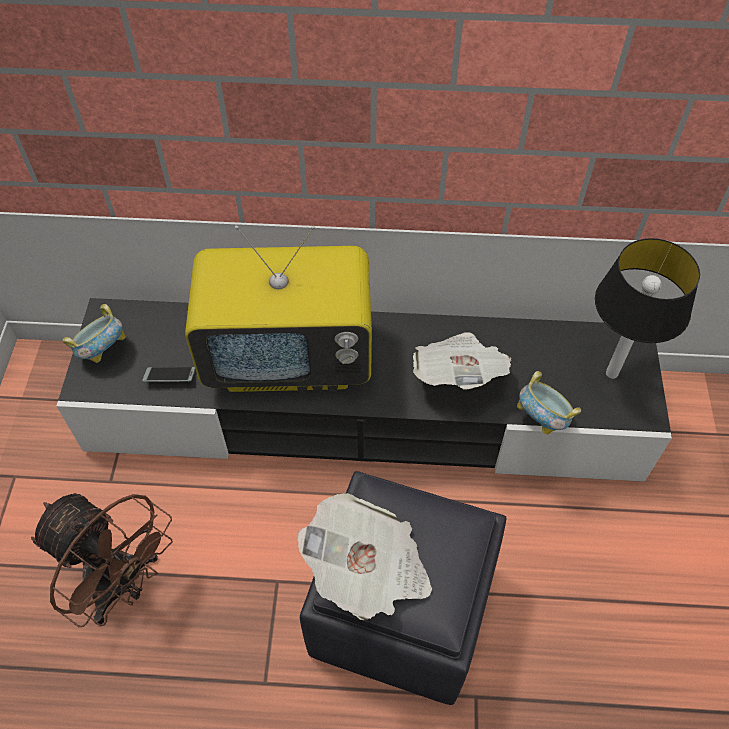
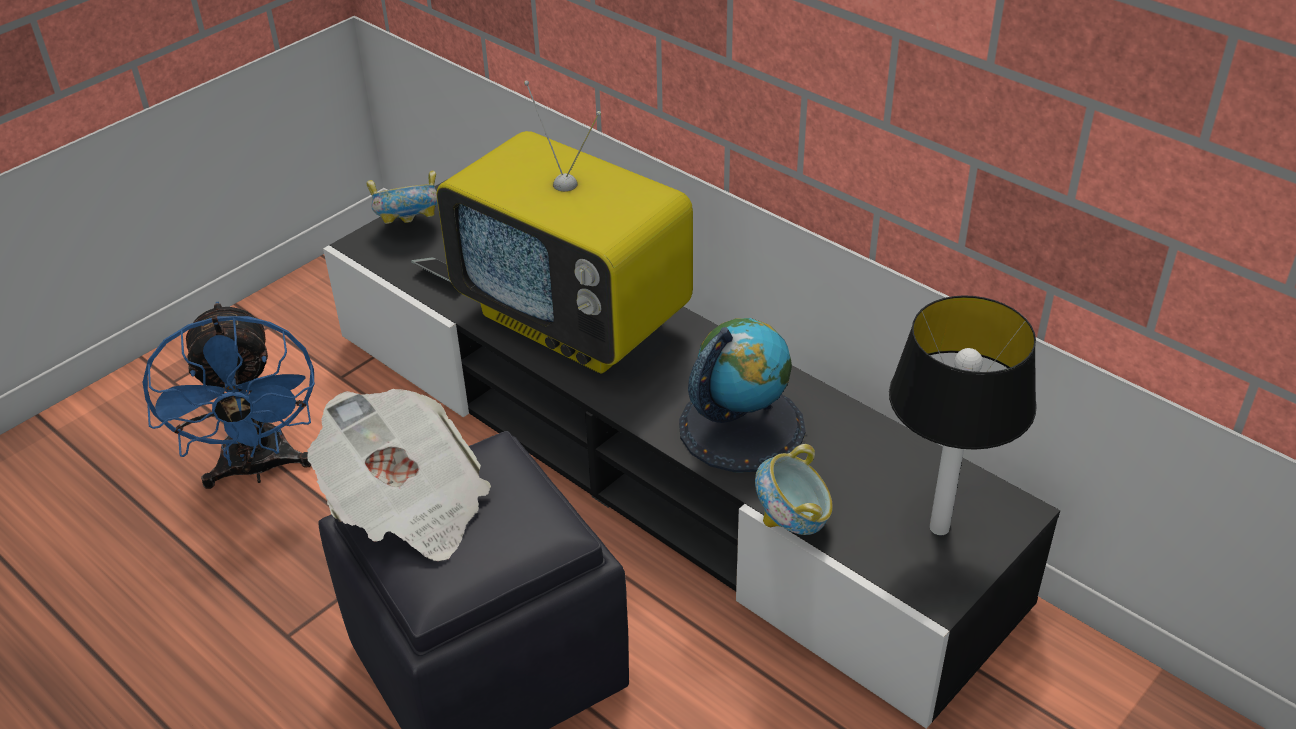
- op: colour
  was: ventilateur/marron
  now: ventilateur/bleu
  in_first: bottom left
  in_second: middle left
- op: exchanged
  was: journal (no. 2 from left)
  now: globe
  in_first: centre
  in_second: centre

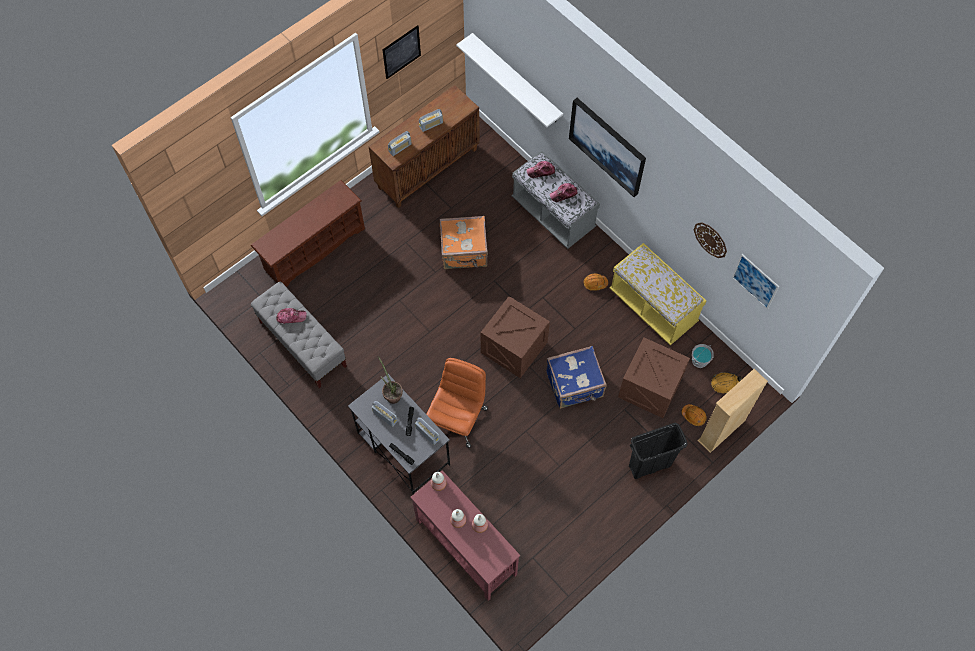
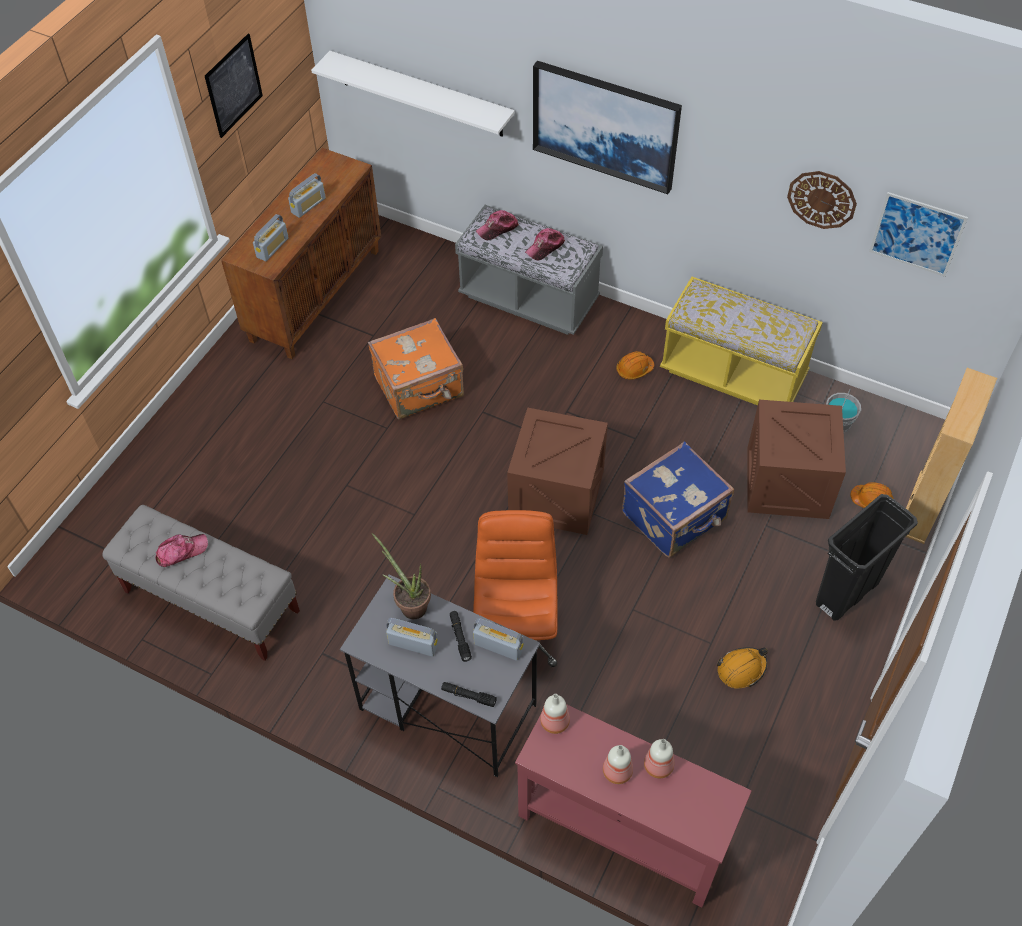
- op: relocated
  was: casque de chantier/orange (no. 3 from left in the first image)
  now: casque de chantier/orange (no. 2 from left)
  in_first: middle right
  in_second: bottom right
- op: missing
  was: étagère à chaussures/marron
  in_first: middle left

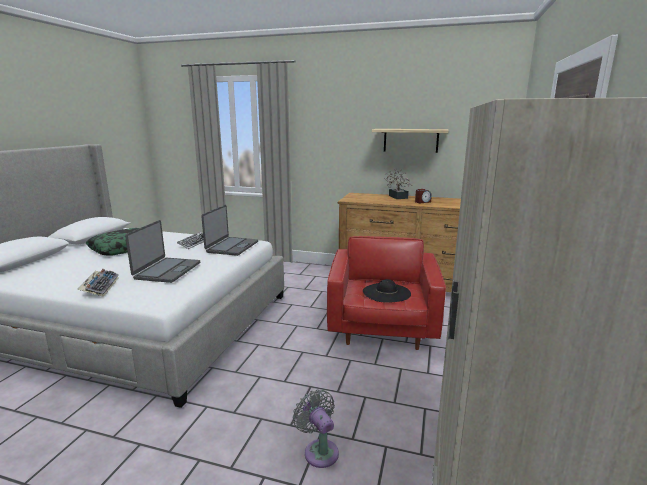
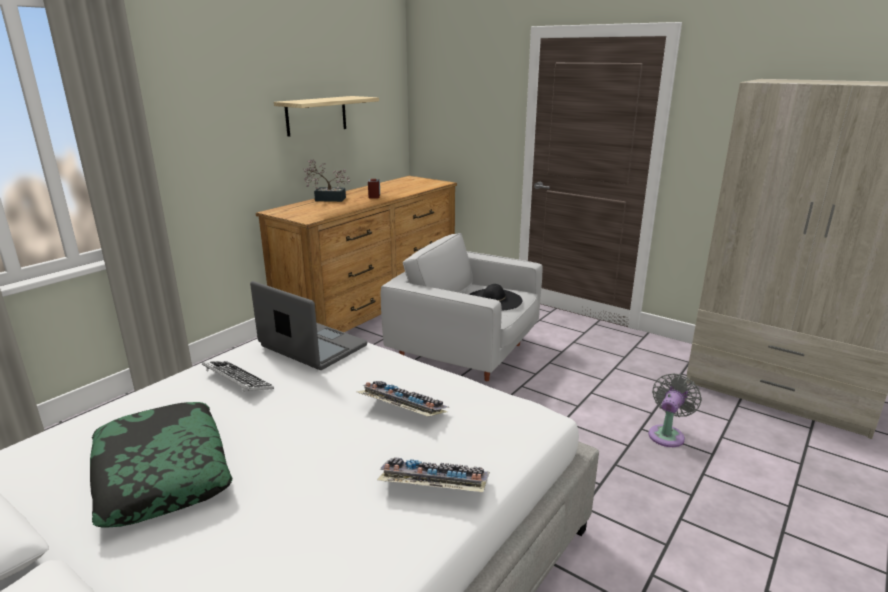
- op: exchanged
  was: ordinateur portable (no. 1 from left)
  now: clavier (no. 2 from left)
  in_first: middle left
  in_second: bottom centre
- op: colour
  was: fauteuil/rouge
  now: fauteuil/blanc
  in_first: centre
  in_second: centre
- op: spun
  was: ventilateur/gris
  in_first: bottom centre
  in_second: bottom right
  clockwise: 135

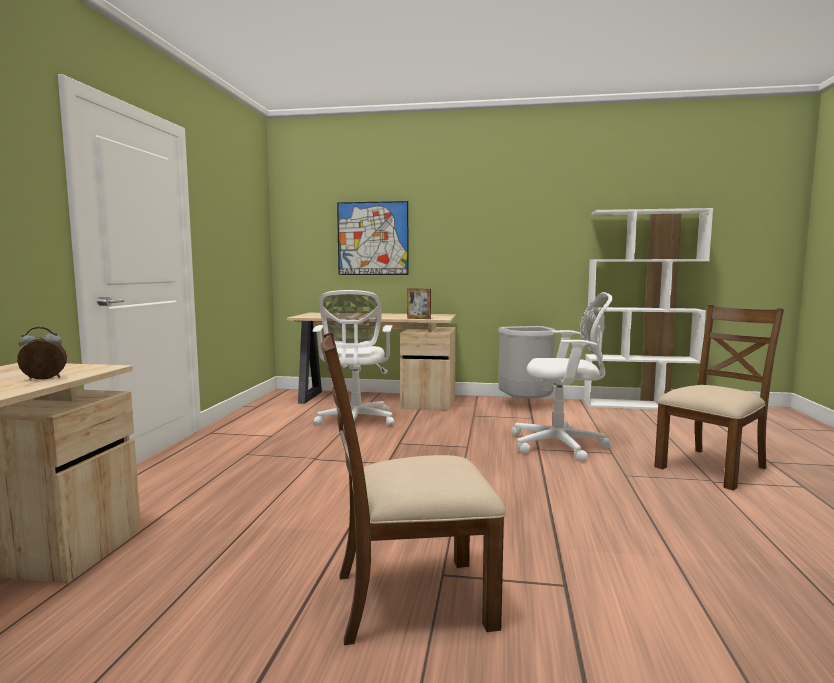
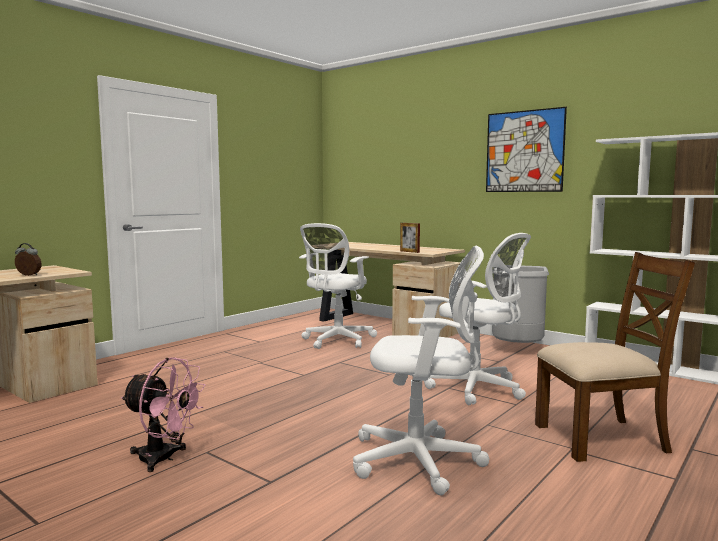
- op: exchanged
  was: chaise/marron (no. 1 from left)
  now: ventilateur/rose
  in_first: bottom centre
  in_second: bottom left
- op: appeared
  now: chaise de bureau/blanc (no. 2 from left)
  in_second: bottom centre
- op: relocated
  was: tableau
  in_first: centre
  in_second: top right

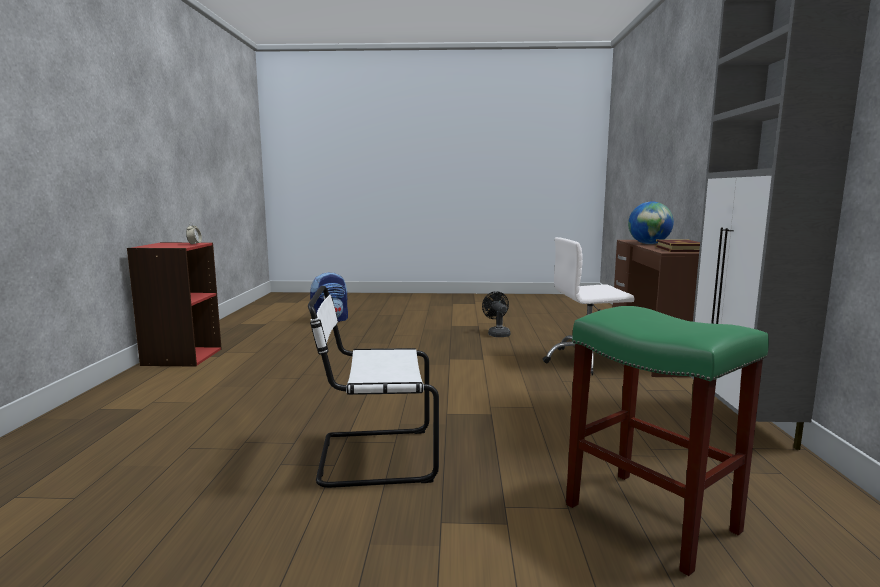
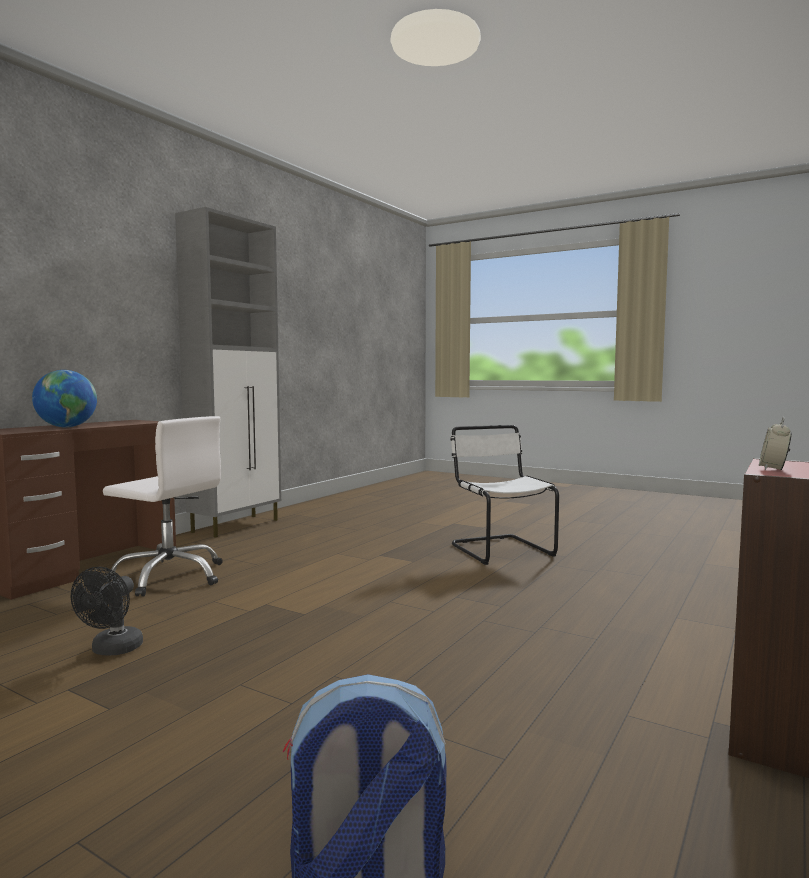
- op: spun
  was: chaise/blanc
  in_first: centre
  in_second: centre
  clockwise: -135
- op: missing
  was: tabouret/vert
  in_first: bottom right
- op: missing
  was: livre
  in_first: middle right

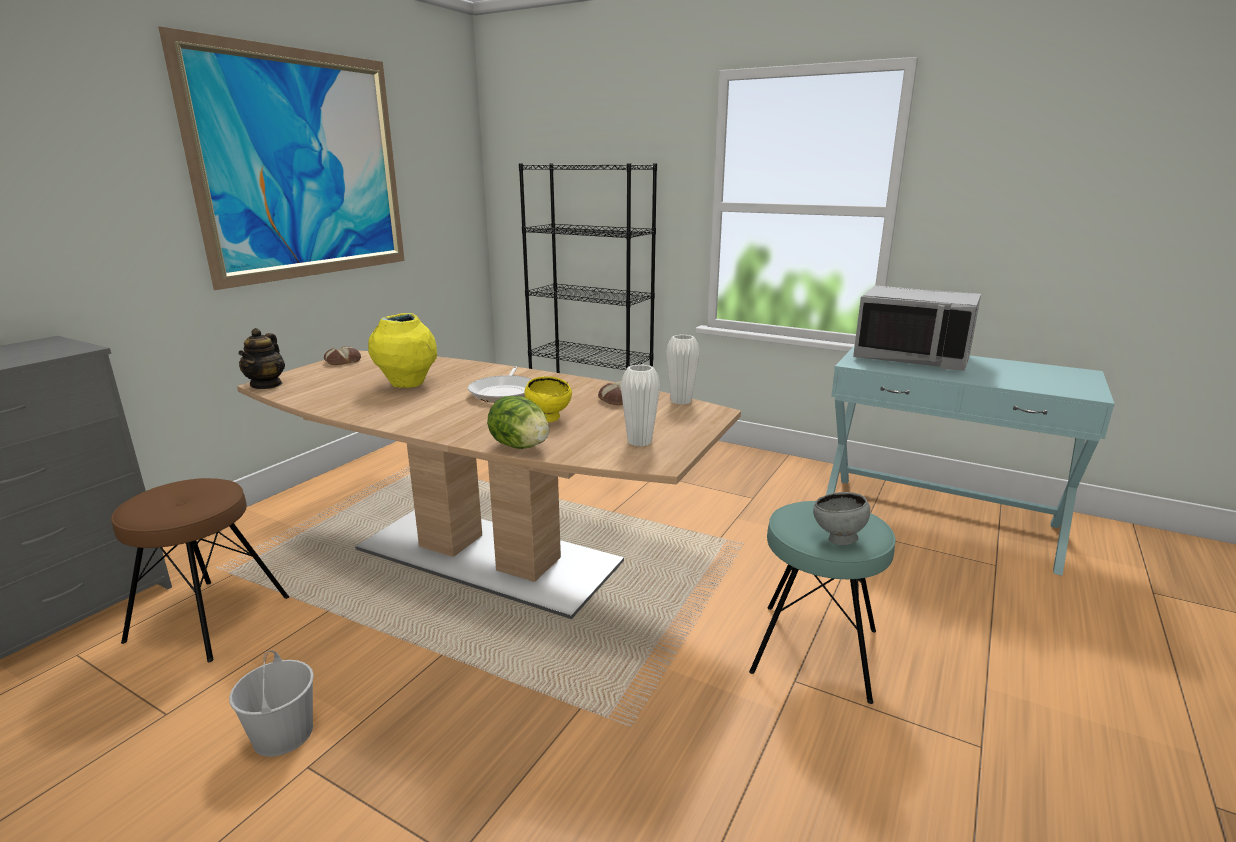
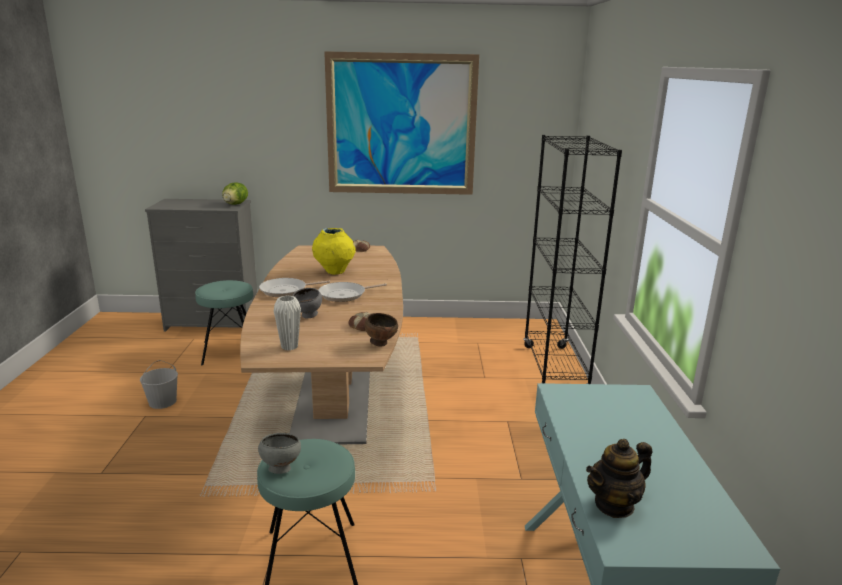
- op: colour
  was: tabouret/marron
  now: tabouret/turquoise (no. 1 from left)
  in_first: bottom left
  in_second: middle left
- op: relocated
  was: laitue
  in_first: centre
  in_second: top left
- op: appeared
  now: poêle (no. 1 from left)
  in_second: centre
- op: colour
  was: bol/jaune
  now: bol/gris (no. 2 from left)
  in_first: centre
  in_second: centre
- op: exchanged
  was: vase/blanc (no. 2 from left)
  now: bol/marron
  in_first: centre
  in_second: centre
- op: relocated
  was: théière
  in_first: middle left
  in_second: bottom right
- op: missing
  was: micro-ondes/gris
  in_first: middle right

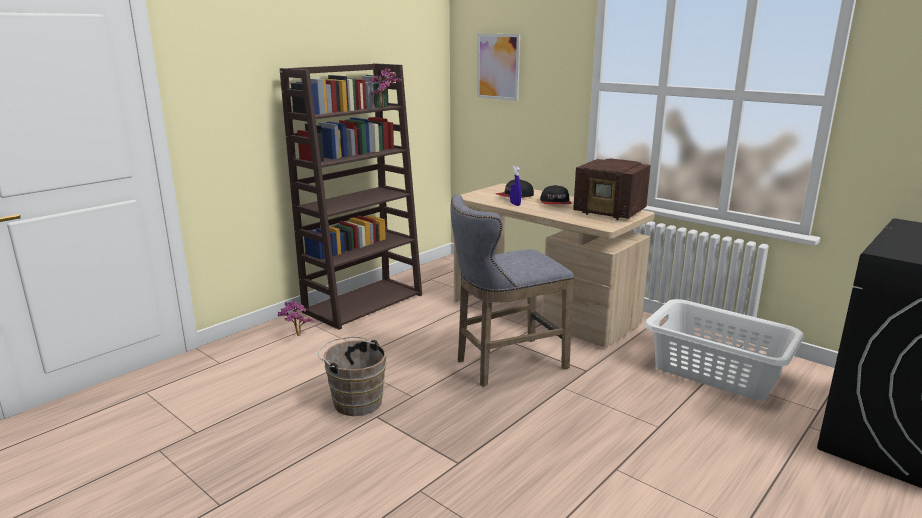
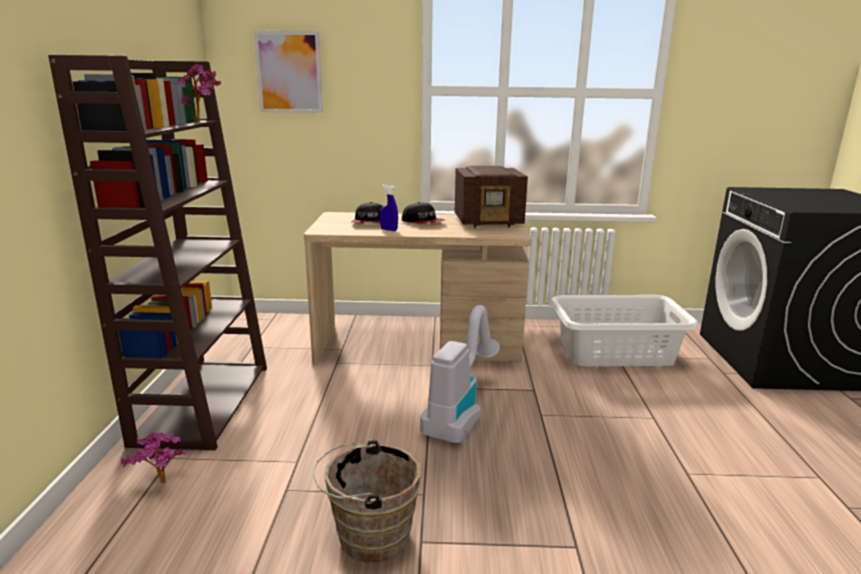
- op: exchanged
  was: tabouret/gris
  now: aspirateur
  in_first: centre
  in_second: centre

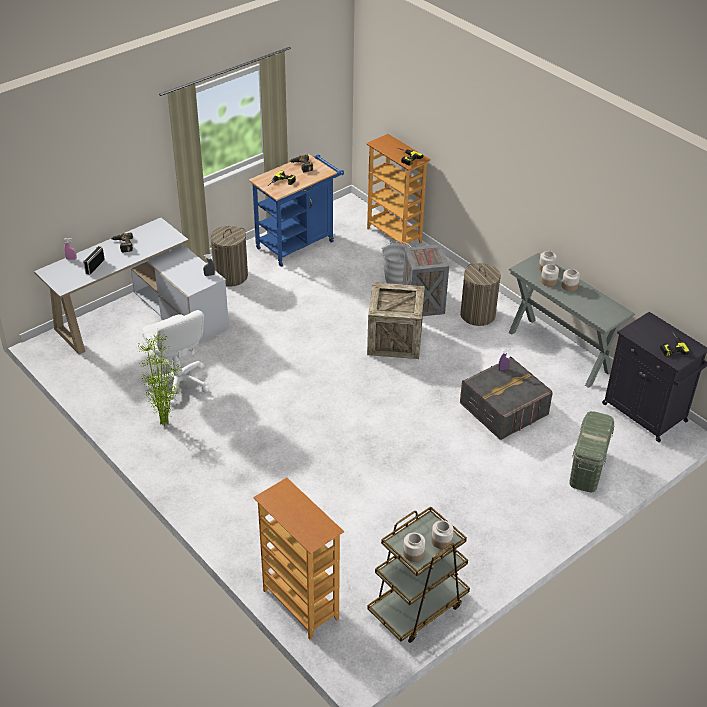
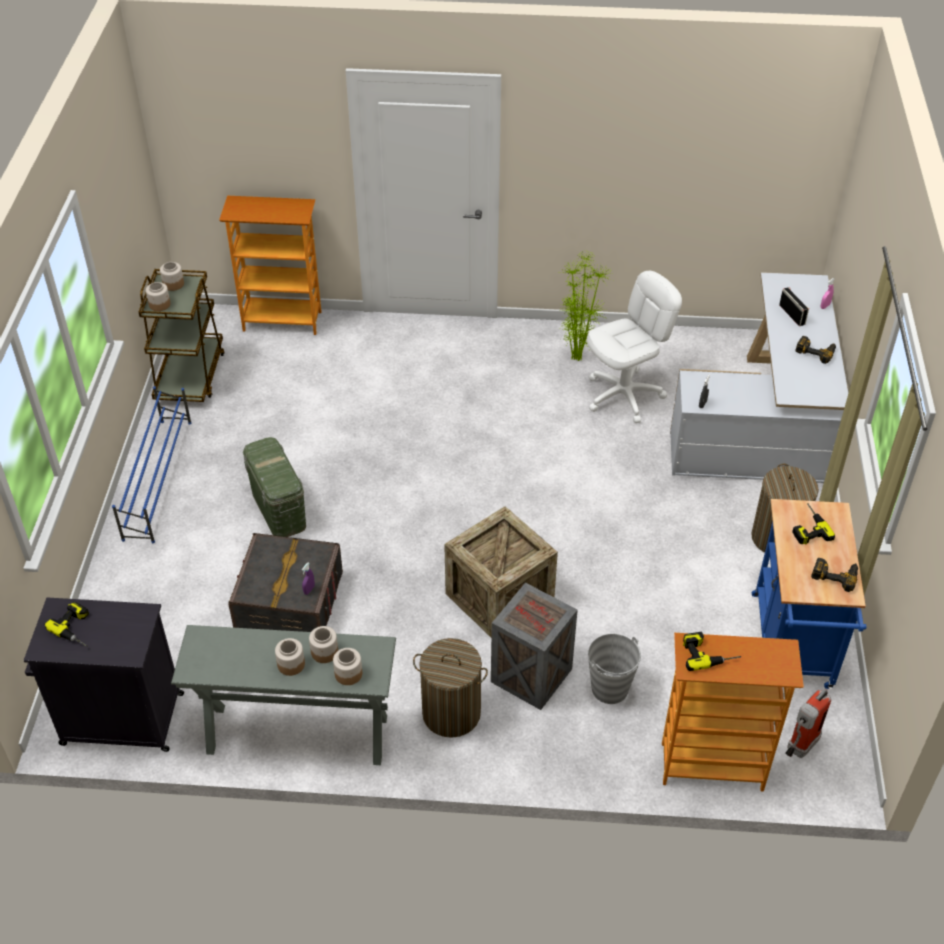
- op: appeared
  now: étagère à chaussures/bleu
  in_second: middle left
- op: relocated
  was: boîte de rangement/vert
  in_first: middle right
  in_second: middle left
- op: spun
  was: chaise de bureau/blanc
  in_first: middle left
  in_second: middle right
  clockwise: 135
- op: appeared
  now: extincteur
  in_second: bottom right

